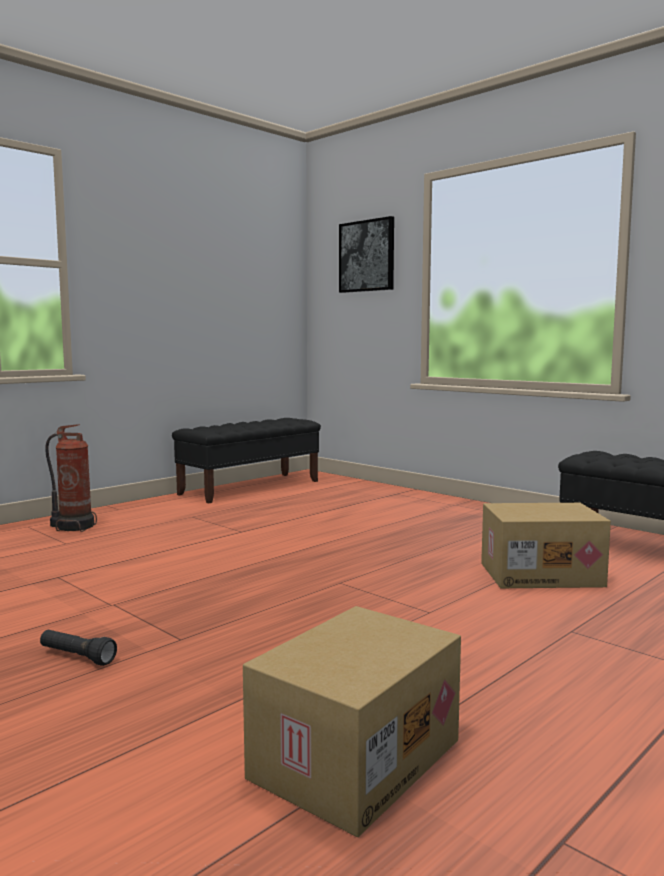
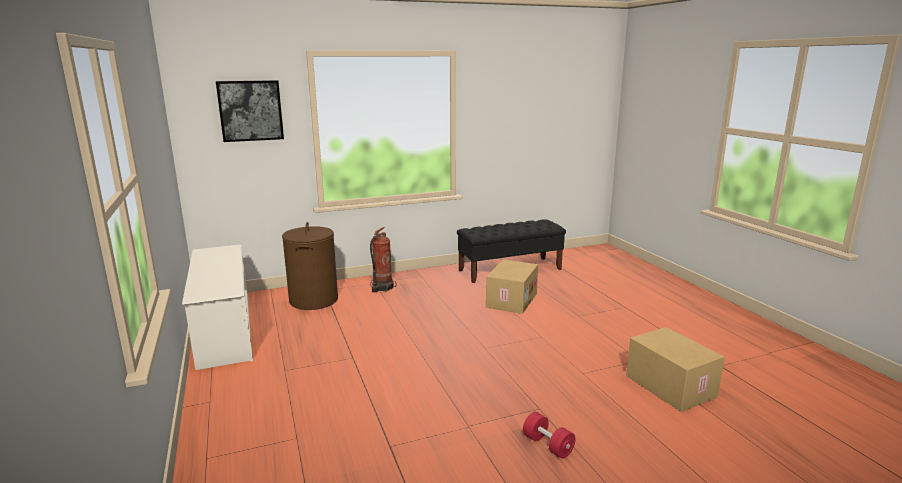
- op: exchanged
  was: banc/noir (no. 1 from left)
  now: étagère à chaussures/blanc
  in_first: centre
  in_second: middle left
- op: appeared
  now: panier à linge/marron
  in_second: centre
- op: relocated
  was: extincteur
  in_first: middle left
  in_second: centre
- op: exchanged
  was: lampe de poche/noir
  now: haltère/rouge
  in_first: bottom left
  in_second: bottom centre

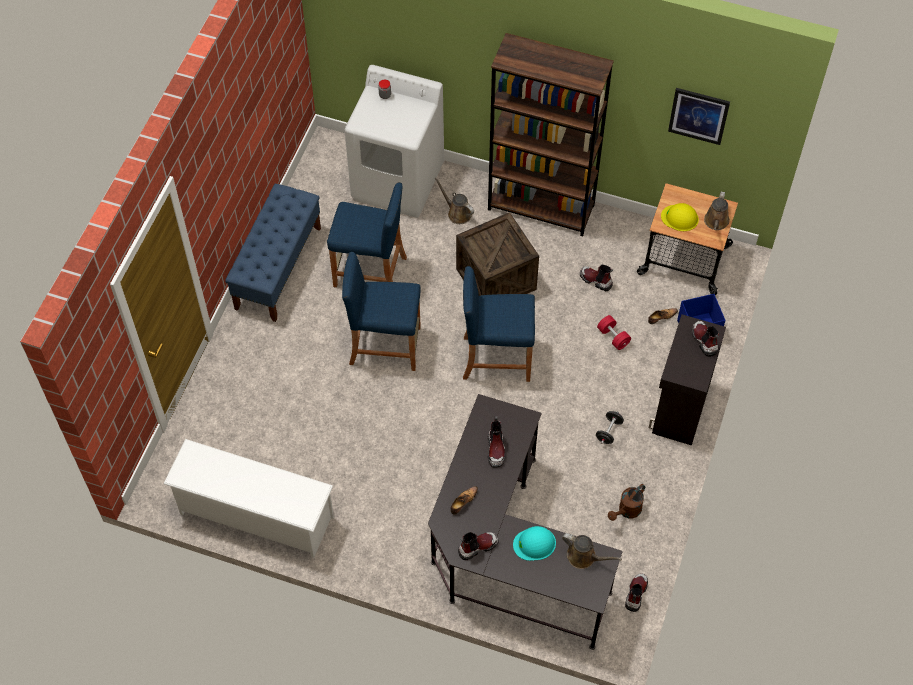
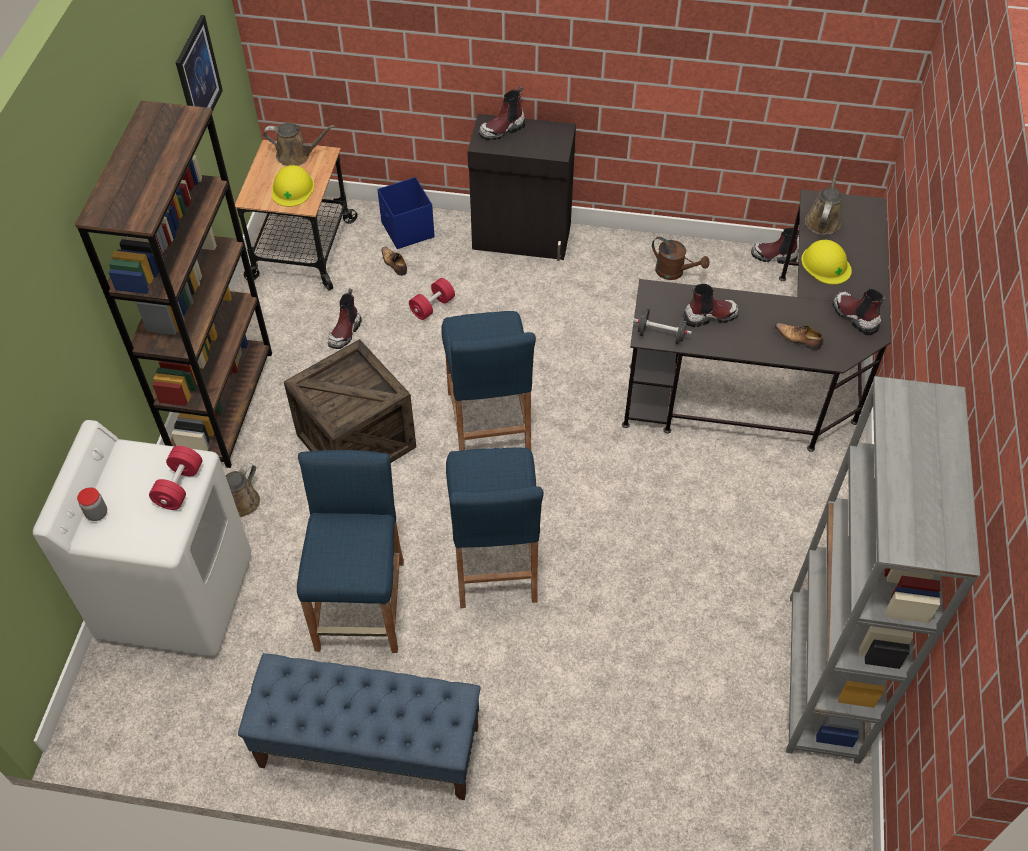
- op: appeared
  now: haltère/rouge (no. 1 from left)
  in_second: middle left
- op: relocated
  was: haltère/noir
  in_first: middle right
  in_second: centre
- op: exchanged
  was: étagère à chaussures/blanc
  now: bibliothèque/gris
  in_first: bottom left
  in_second: bottom right
- op: colour
  was: casque de chantier/turquoise
  now: casque de chantier/jaune (no. 2 from left)
  in_first: bottom centre
  in_second: top right

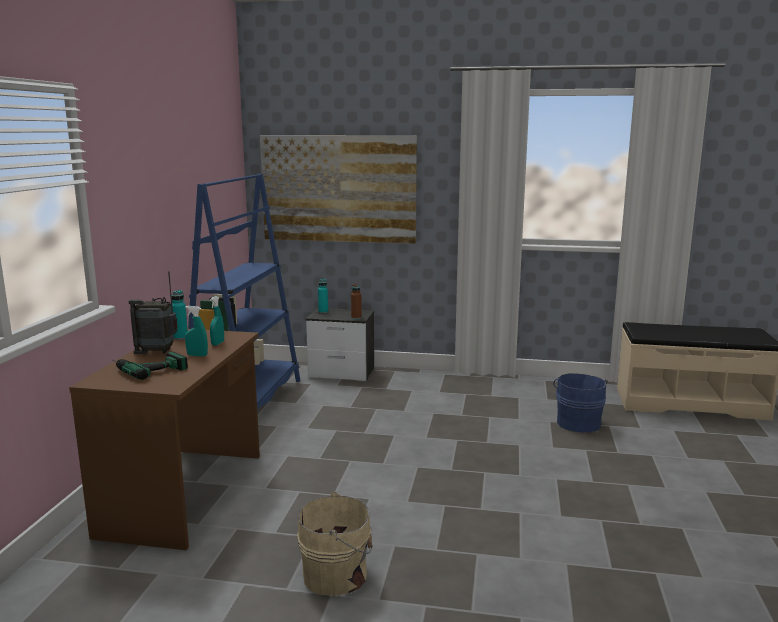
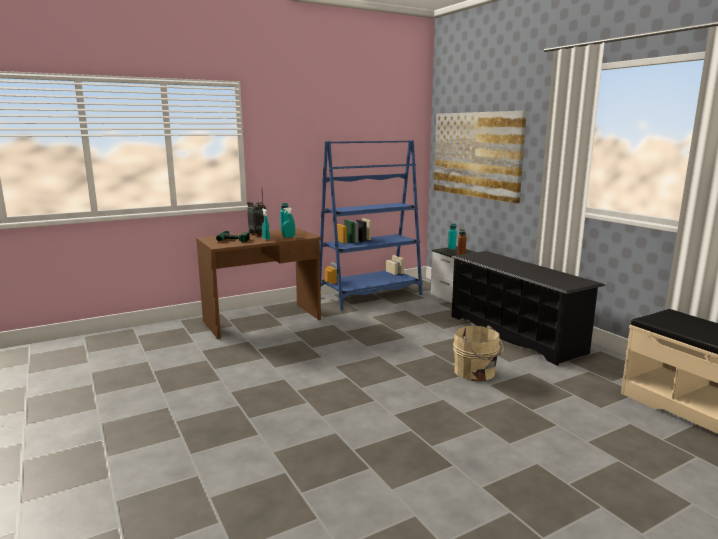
- op: appeared
  now: étagère à chaussures/noir
  in_second: middle right
- op: relocated
  was: seau/beige
  in_first: bottom centre
  in_second: centre
- op: missing
  was: seau/bleu
  in_first: middle right

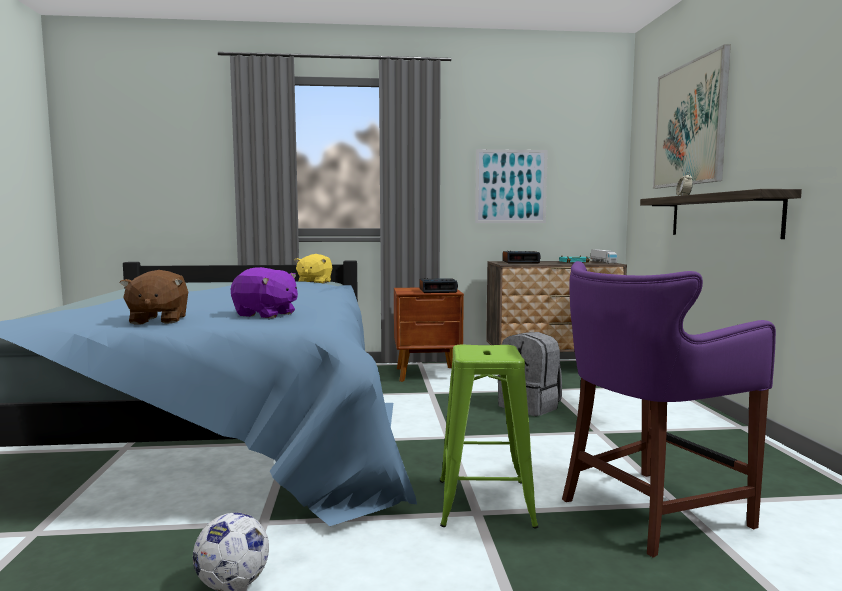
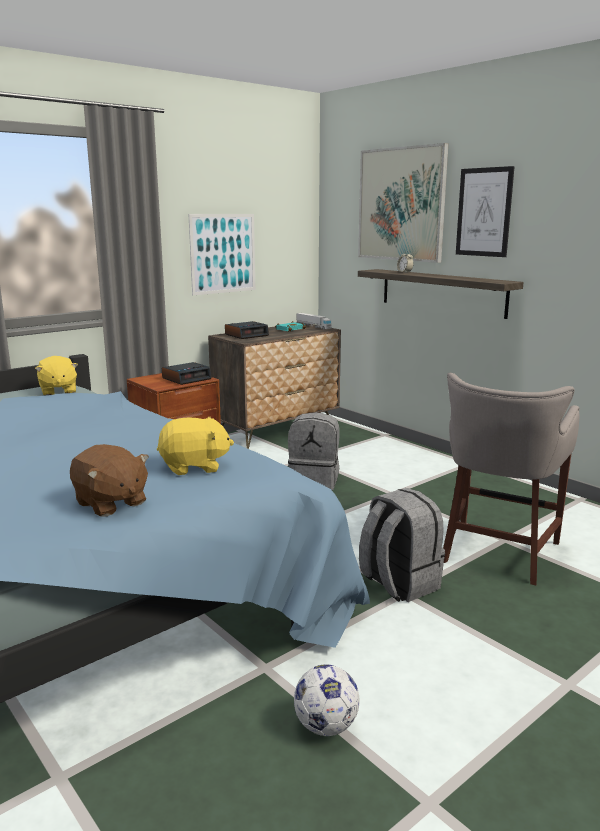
- op: colour
  was: peluche/violet
  now: peluche/jaune (no. 2 from left)
  in_first: middle left
  in_second: middle left
- op: exchanged
  was: tabouret/vert
  now: sac à dos/gris (no. 2 from left)
  in_first: bottom centre
  in_second: middle right
- op: colour
  was: tabouret/violet
  now: tabouret/gris
  in_first: bottom right
  in_second: middle right
- op: appeared
  now: tableau (no. 3 from left)
  in_second: top right

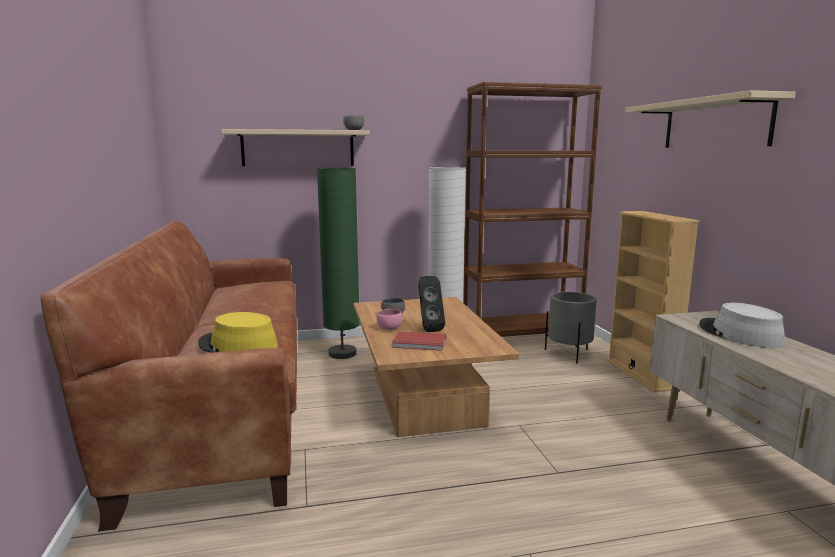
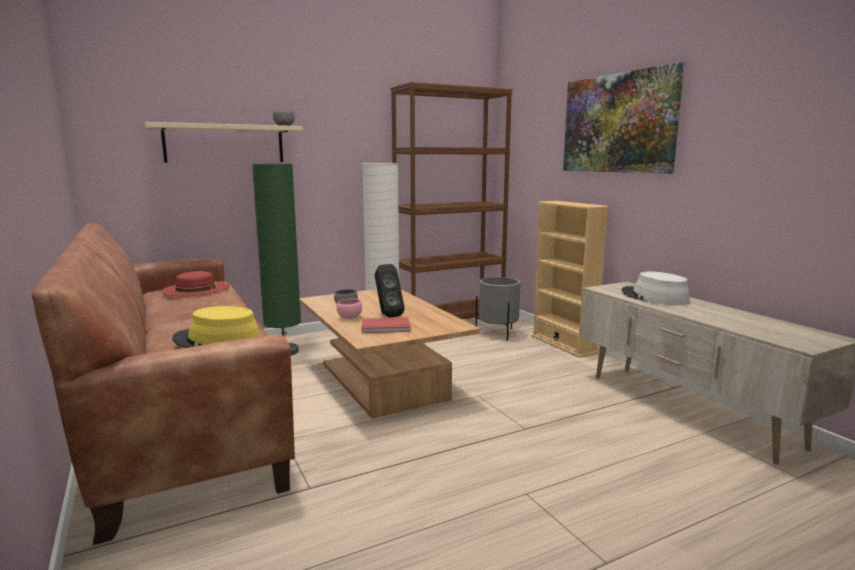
- op: appeared
  now: chapeau/rouge
  in_second: middle left
- op: exchanged
  was: étagère/beige (no. 2 from left)
  now: tableau
  in_first: top right
  in_second: top right

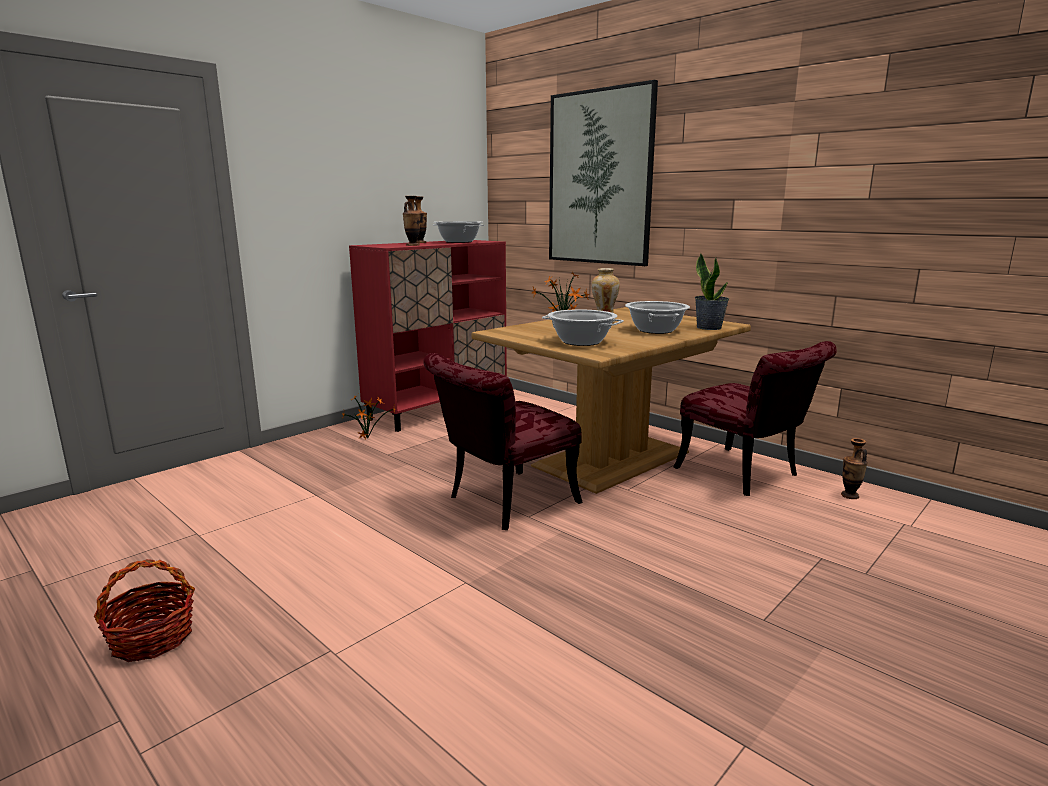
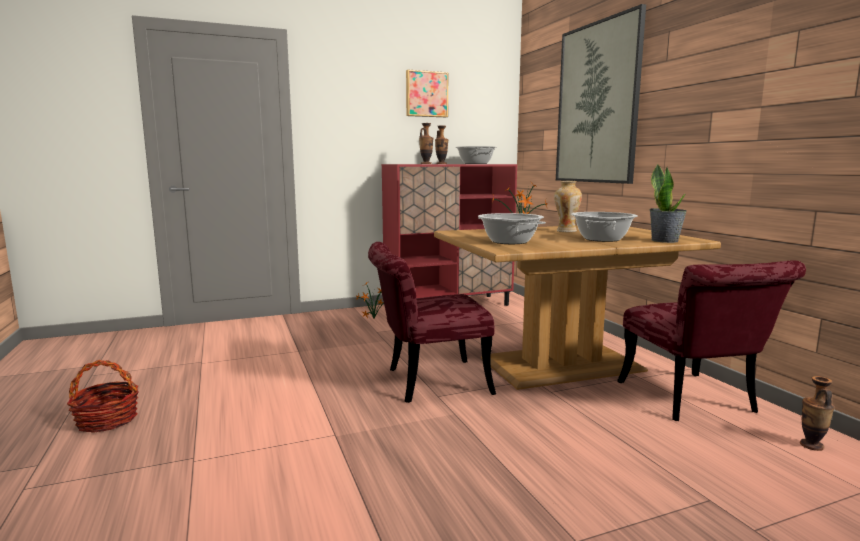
- op: appeared
  now: tableau (no. 1 from left)
  in_second: top centre

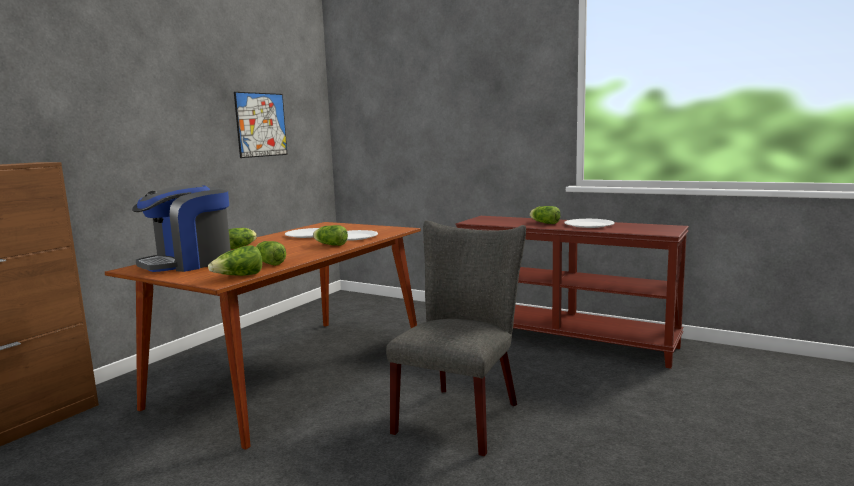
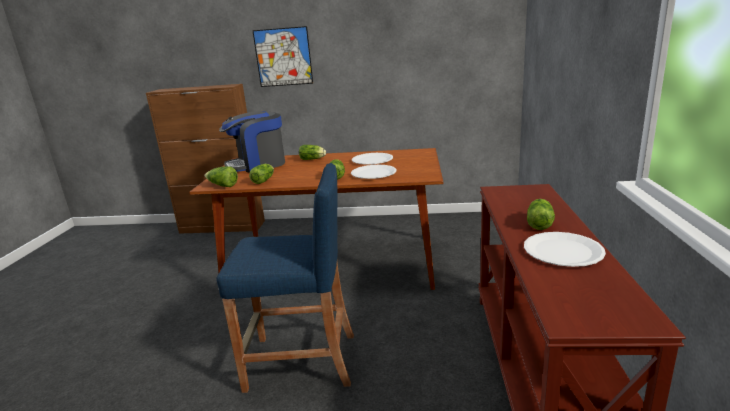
- op: exchanged
  was: chaise/gris
  now: tabouret/bleu
  in_first: bottom centre
  in_second: bottom centre
- op: spun
  was: machine à café
  in_first: middle left
  in_second: centre
  clockwise: -45
- op: relocated
  was: tableau
  in_first: top left
  in_second: top centre

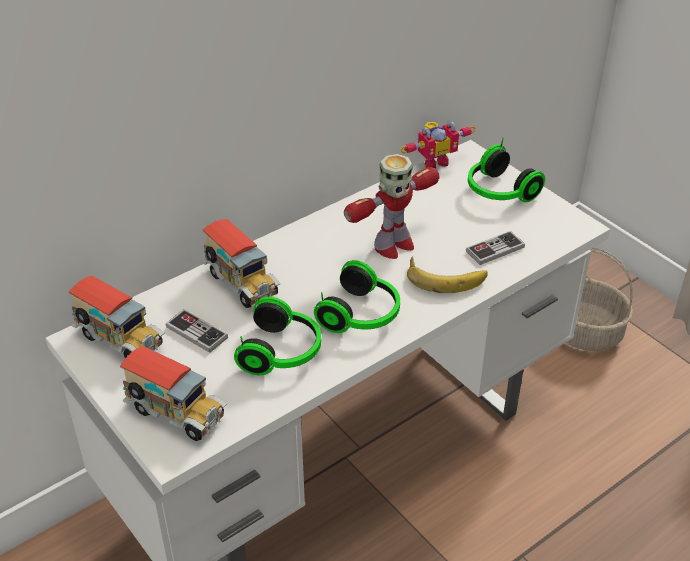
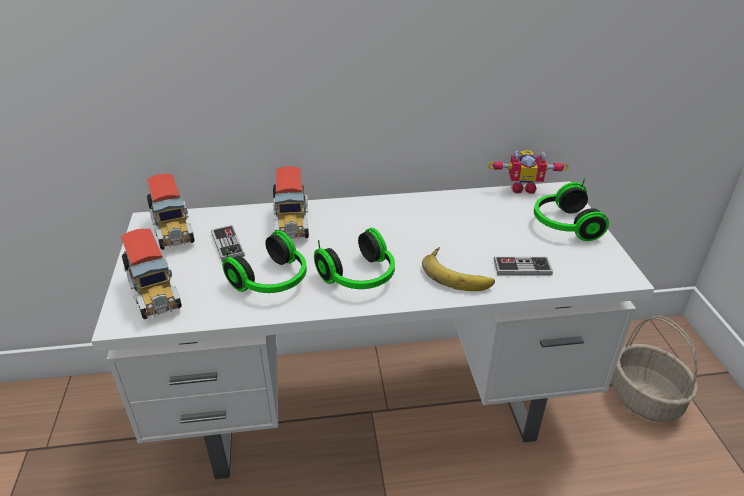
- op: missing
  was: robot jouet (no. 1 from left)
  in_first: centre

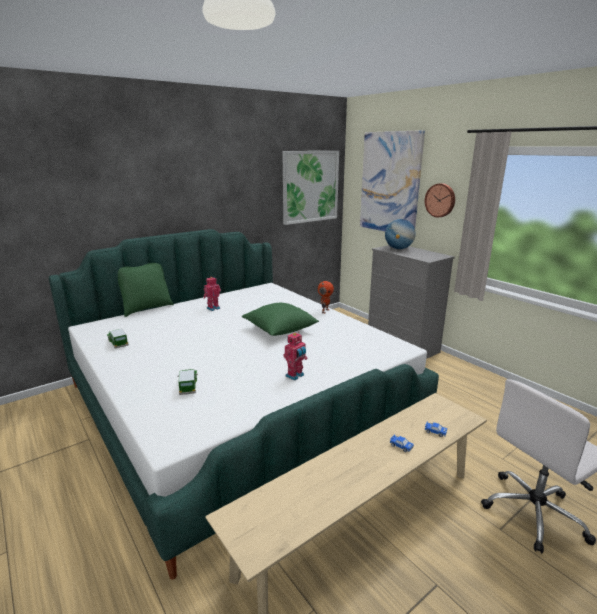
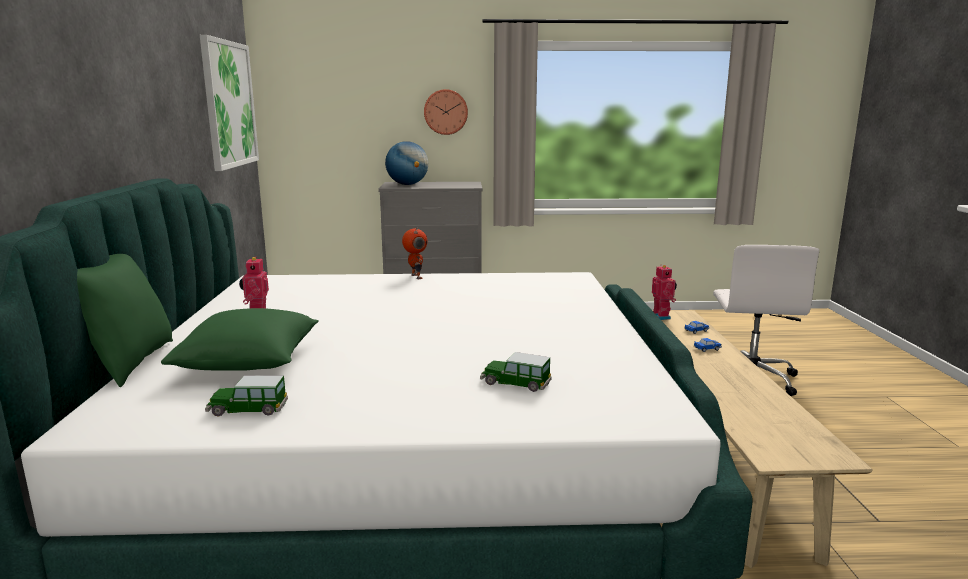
- op: relocated
  was: coussin/vert (no. 2 from left)
  in_first: centre
  in_second: middle left
- op: relocated
  was: robot jouet (no. 2 from left in the first image)
  now: robot jouet (no. 3 from left)
  in_first: centre
  in_second: middle right
- op: missing
  was: tableau (no. 2 from left)
  in_first: top centre

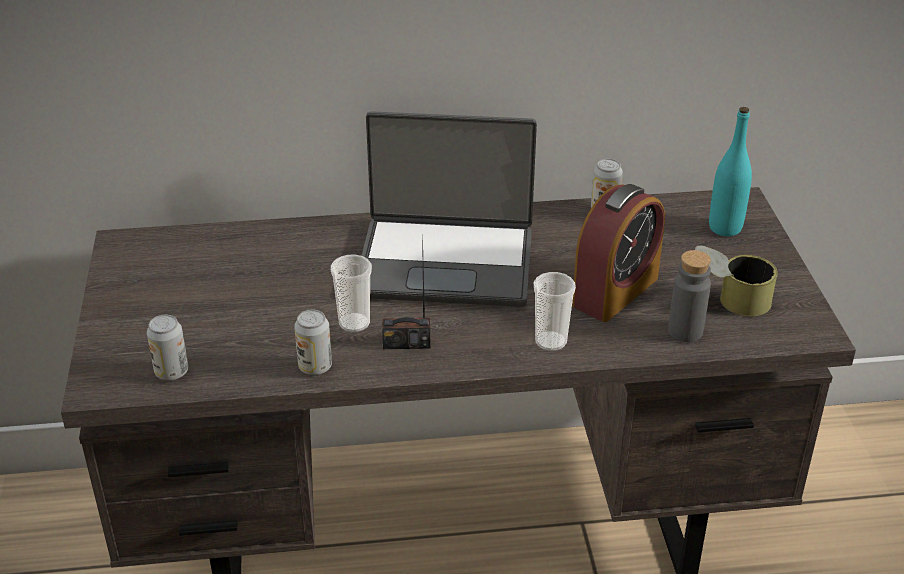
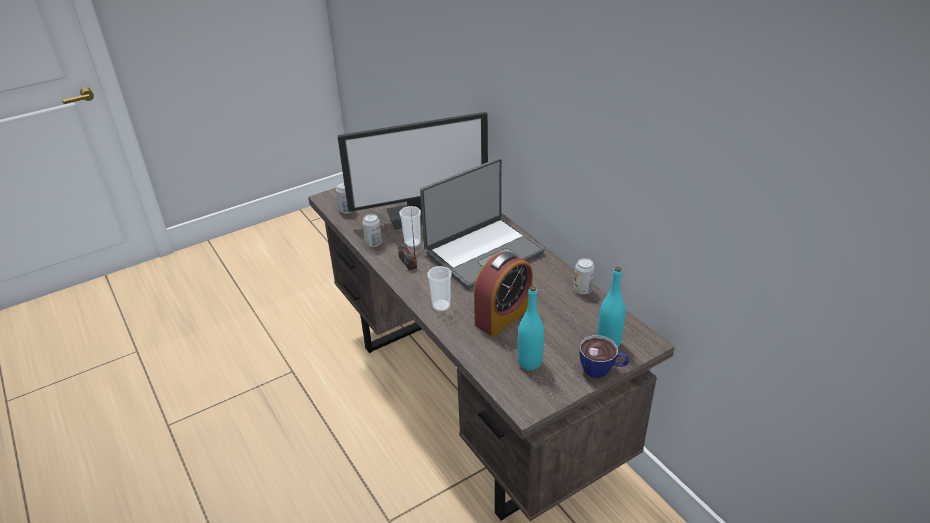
- op: appeared
  now: écran d'ordinateur
  in_second: top centre
- op: spun
  was: ordinateur portable
  in_first: centre
  in_second: centre
  clockwise: -105
- op: spun
  was: réveil
  in_first: middle right
  in_second: centre
  clockwise: -60
- op: exchanged
  was: boîte métallique (no. 4 from left)
  now: bouteille/turquoise (no. 1 from left)
  in_first: middle right
  in_second: centre
- op: appeared
  now: tasse (no. 3 from left)
  in_second: bottom centre
- op: missing
  was: bouteille/gris
  in_first: middle right

